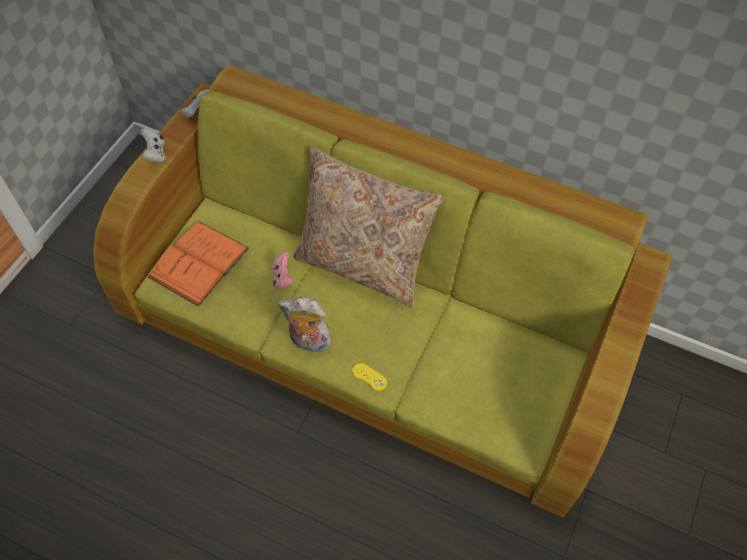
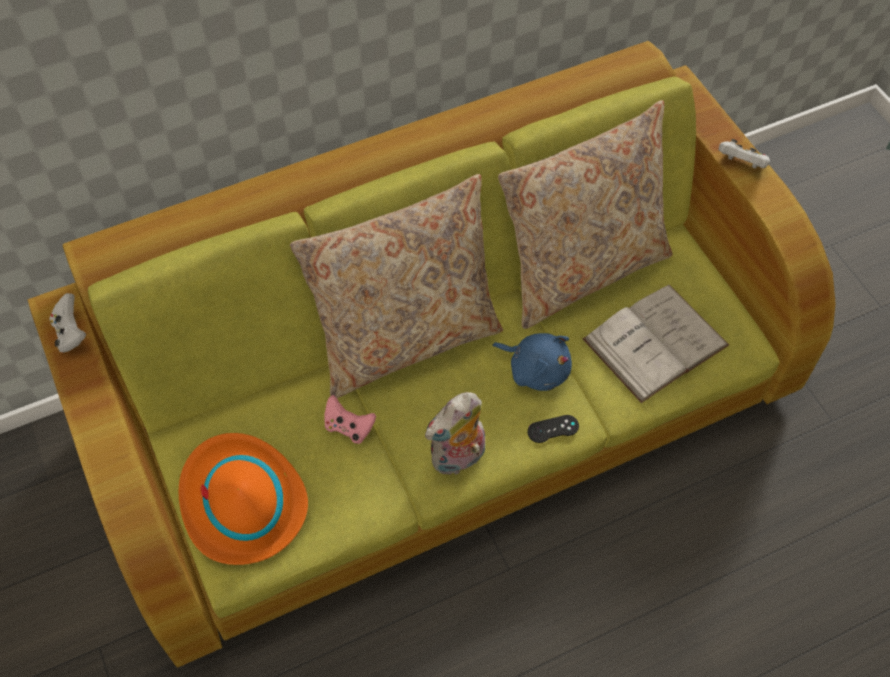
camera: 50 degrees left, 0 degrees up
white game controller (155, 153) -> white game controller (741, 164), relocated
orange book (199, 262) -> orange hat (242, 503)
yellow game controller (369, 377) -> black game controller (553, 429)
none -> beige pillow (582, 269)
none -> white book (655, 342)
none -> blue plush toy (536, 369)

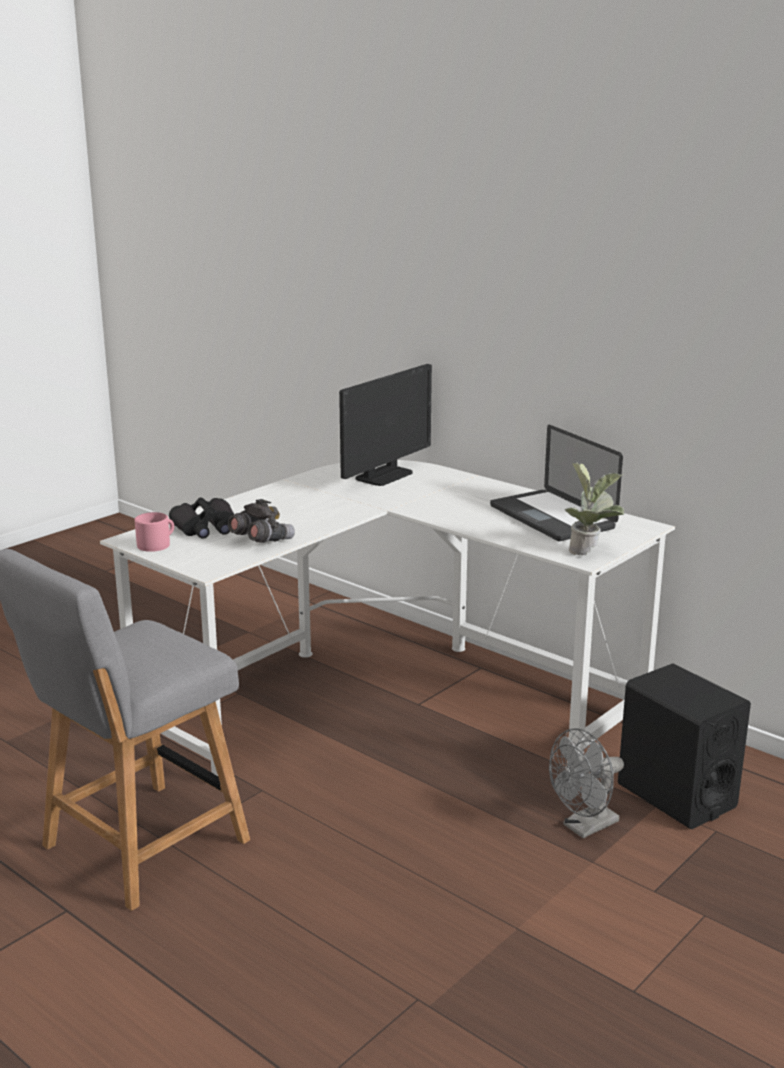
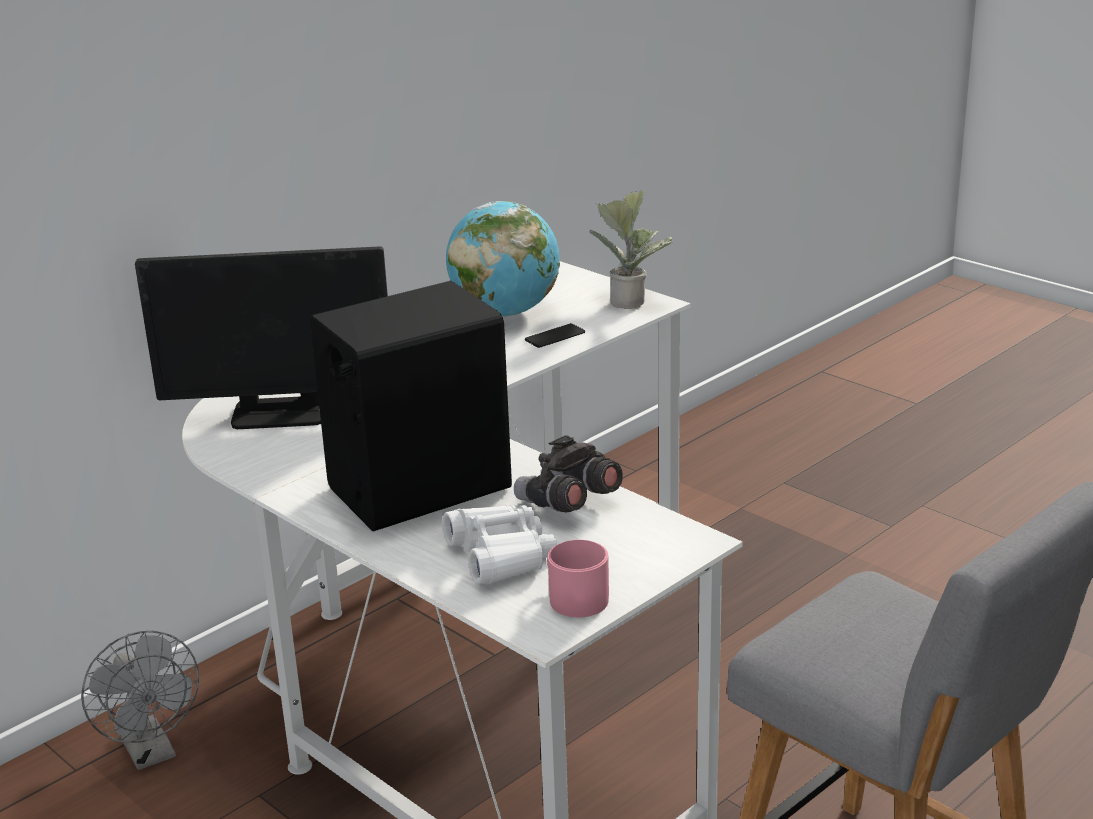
camera: 85 degrees left, 5 degrees up
monitor (384, 476) -> monitor (280, 413), 135 degrees clockwise
laptop (552, 517) -> globe (505, 312)
black binoculars (206, 528) -> white binoculars (501, 556)
black speaker (675, 795) -> black speaker (418, 489), relocated
grey fan (585, 827) -> grey fan (151, 753), relocated
none -> phone (555, 336)

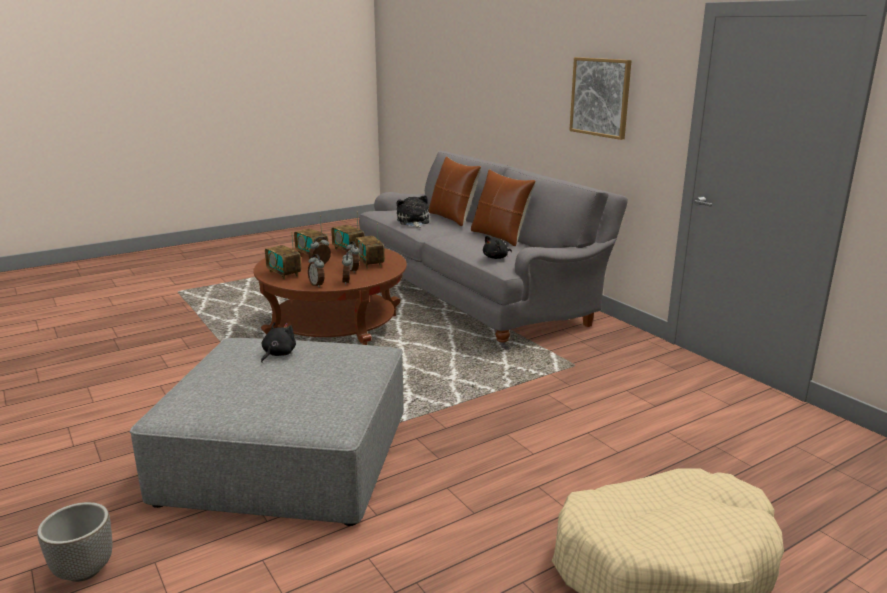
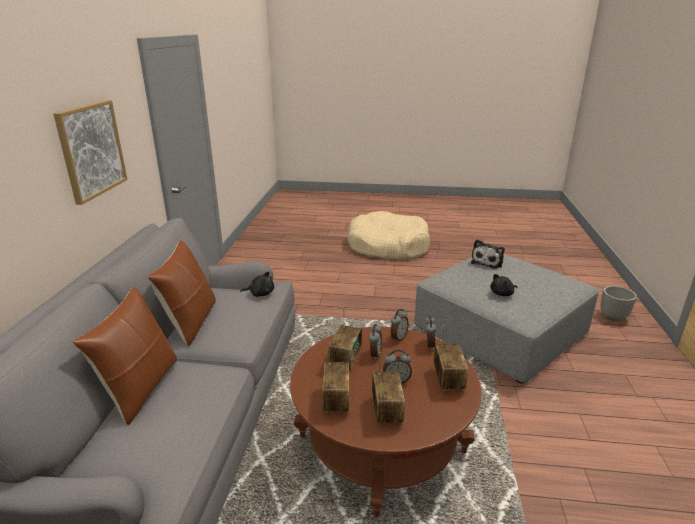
camera: 140 degrees left, 5 degrees up
plush toy (413, 222) -> plush toy (488, 262), relocated

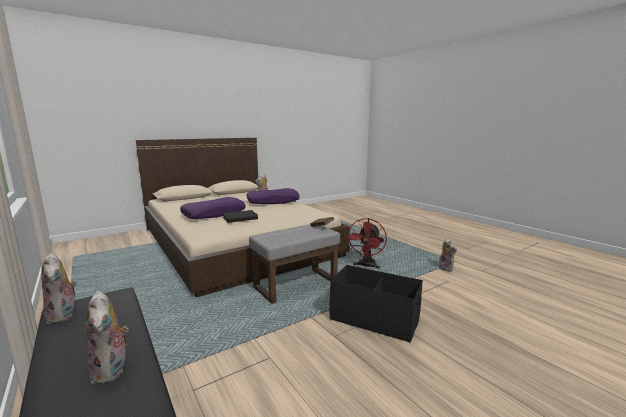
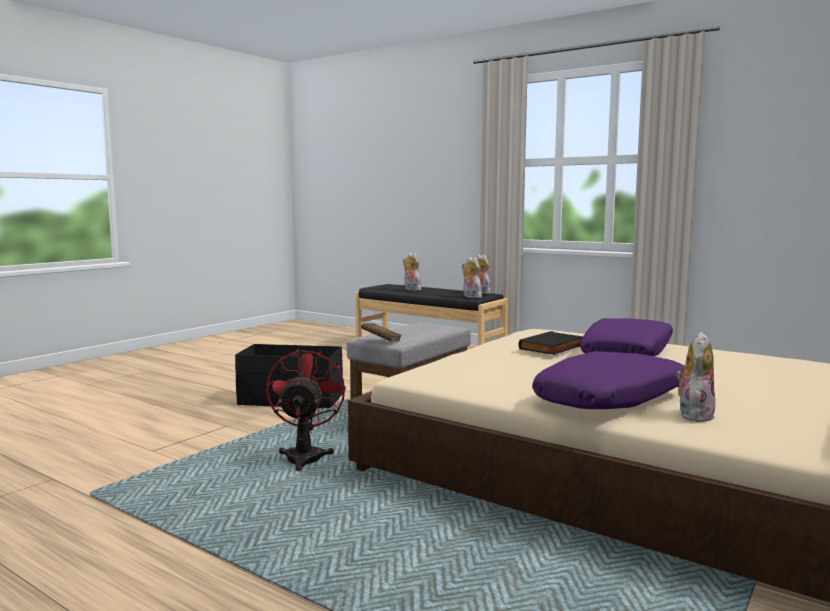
camera: 160 degrees right, 5 degrees down
plush toy (446, 268) -> plush toy (470, 297), relocated

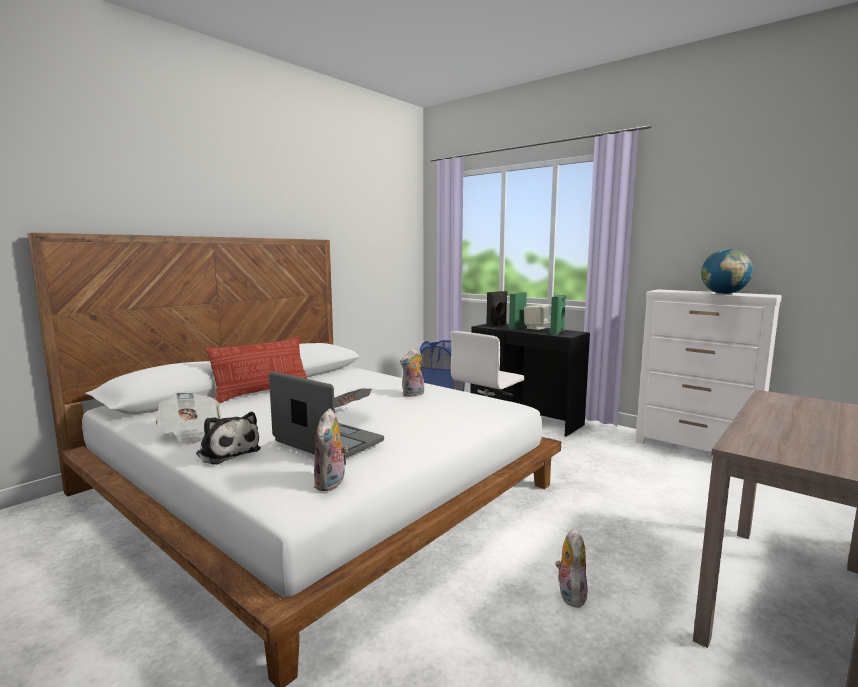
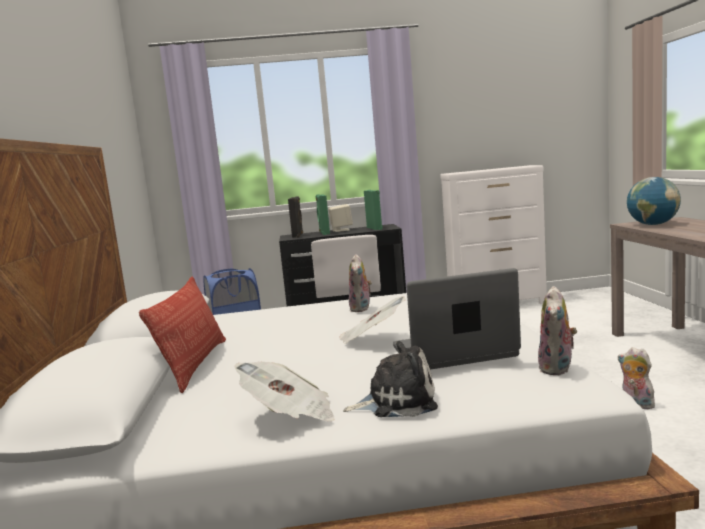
camera: 45 degrees left, 0 degrees up
globe (724, 293) -> globe (653, 224), relocated
plush toy (331, 483) -> plush toy (558, 369), 60 degrees clockwise

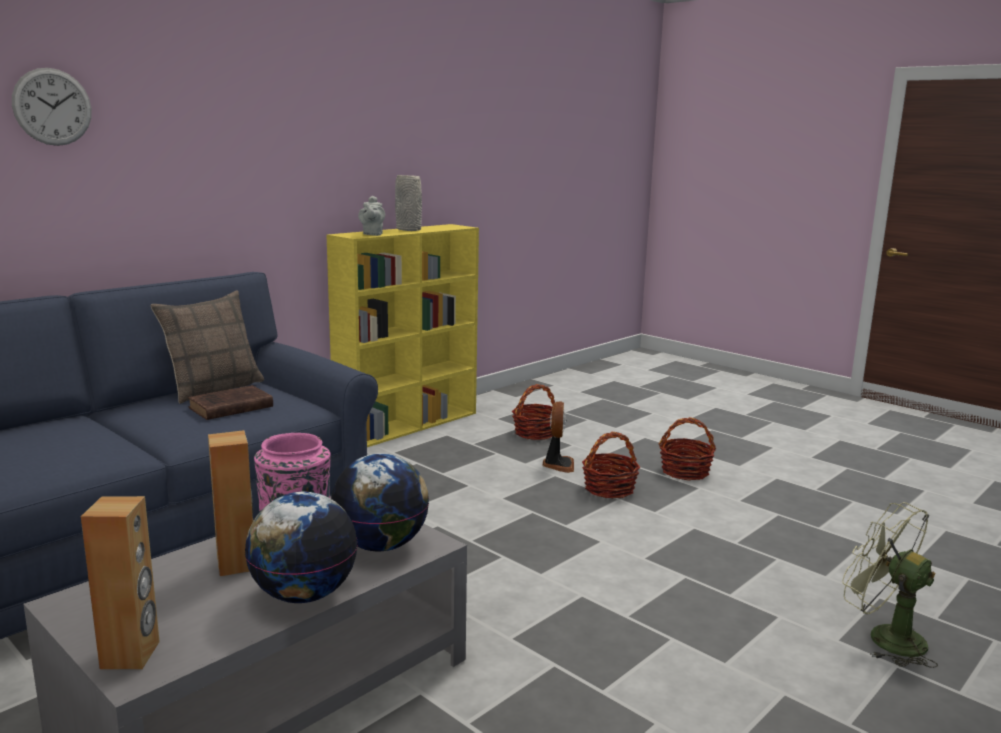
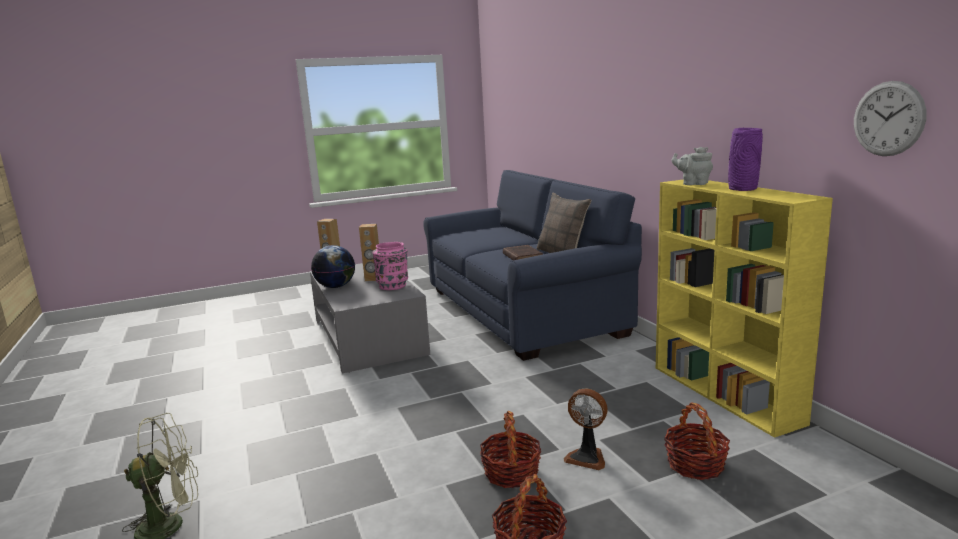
camera: 115 degrees right, 0 degrees up
wall clock (52, 107) -> wall clock (888, 119), relocated
grey vase (409, 230) -> purple vase (742, 189)
globe (381, 545) -> none

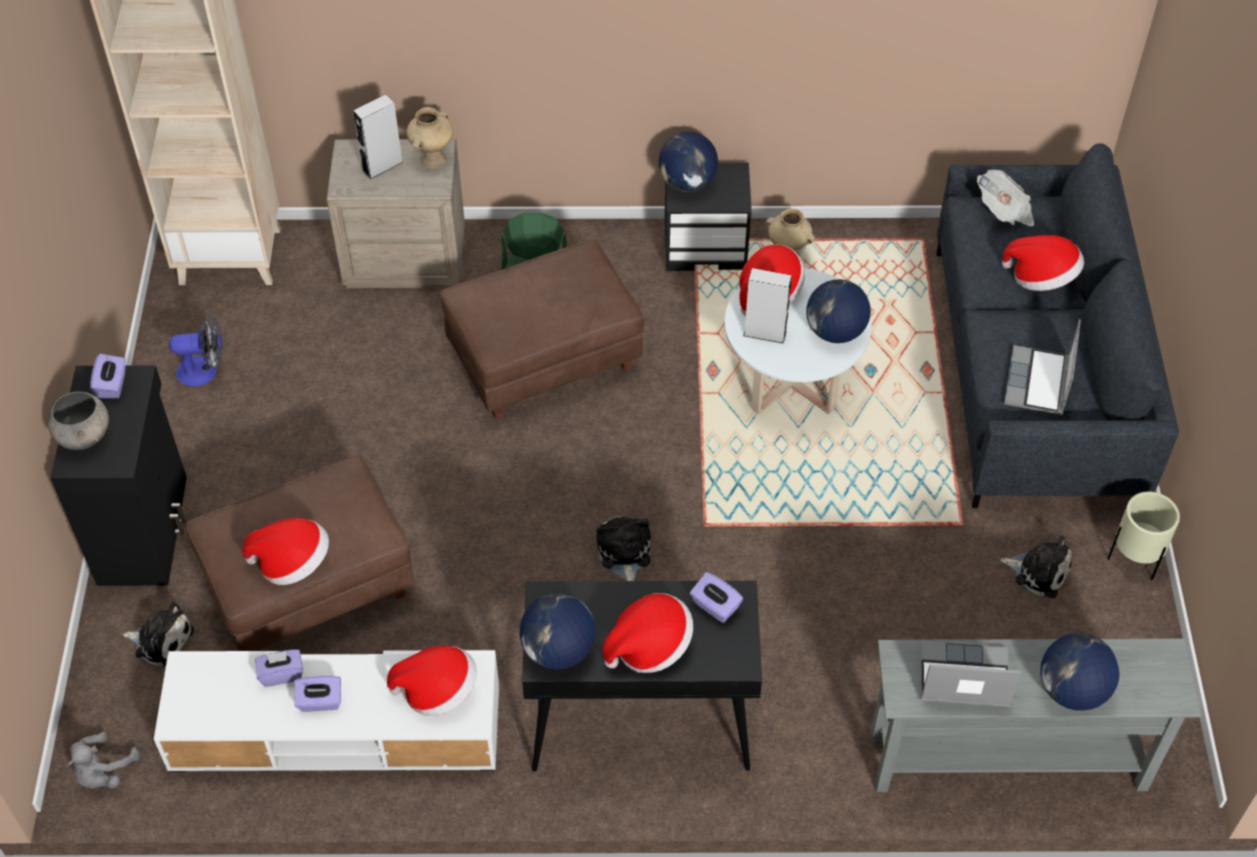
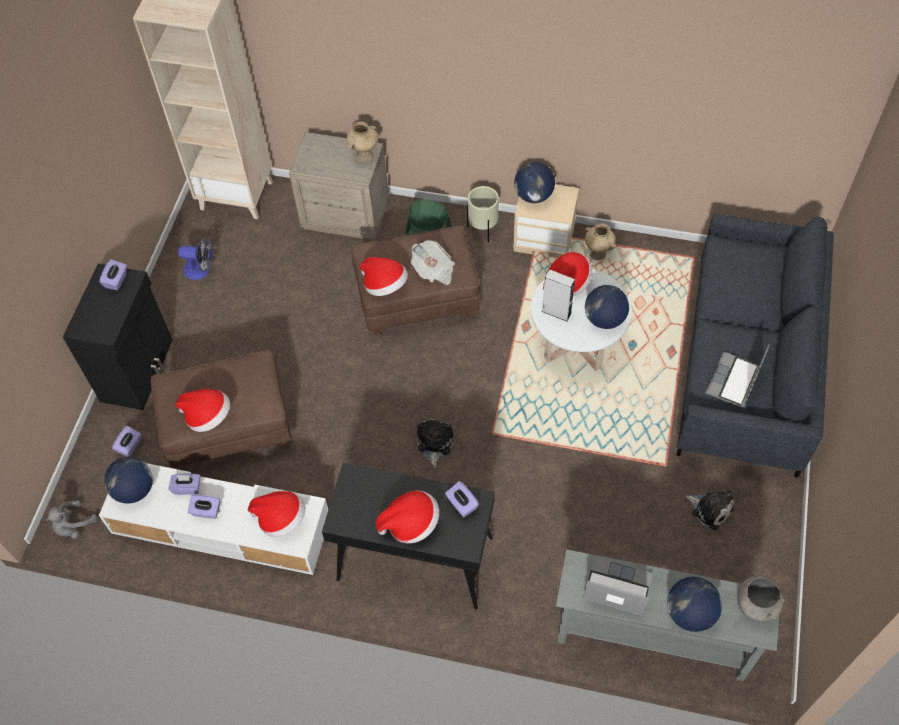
camera: 15 degrees right, 5 degrees up
grey speaker (382, 166) -> none
black nightstand (706, 245) -> beige nightstand (545, 238)
newspaper (1004, 211) -> newspaper (433, 270), relocated
hat (1041, 278) -> hat (385, 285), relocated
grey bowl (85, 436) -> grey bowl (755, 605), relocated
beige planter (1134, 560) -> beige planter (483, 230), relocated
globe (558, 650) -> globe (134, 490), relocated
plush toy (161, 641) -> purple tissue box (130, 446)

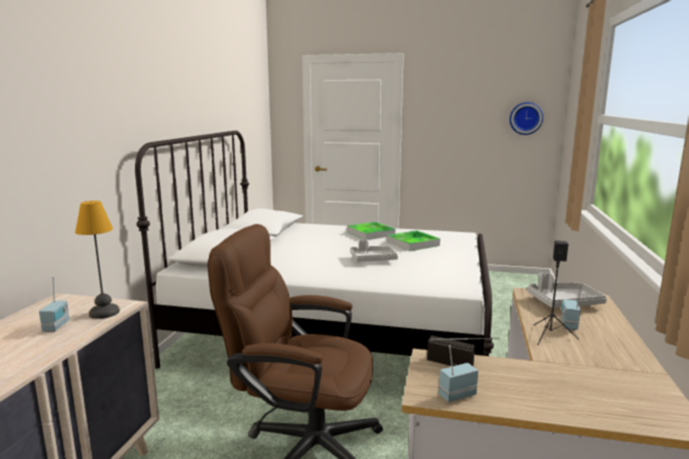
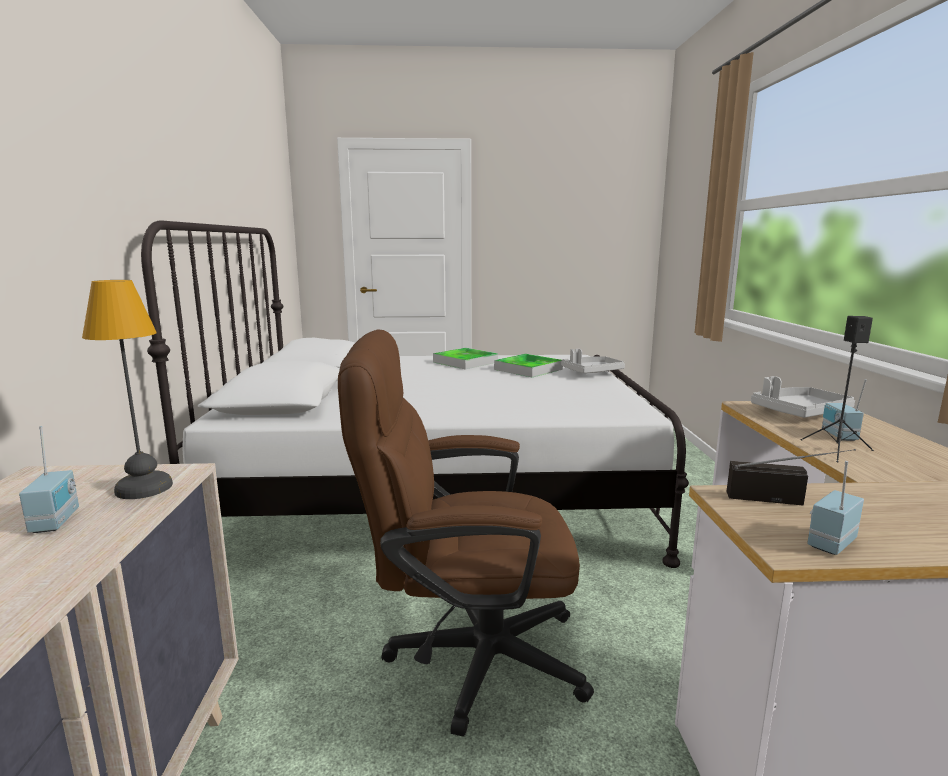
camera: 15 degrees left, 0 degrees up
wall clock (525, 118) -> none
grey tray (373, 259) -> grey tray (591, 372), relocated

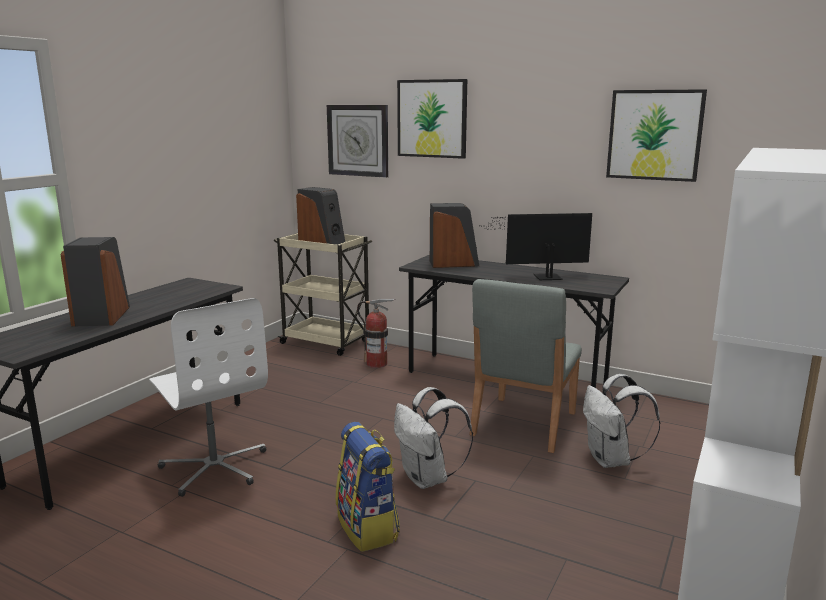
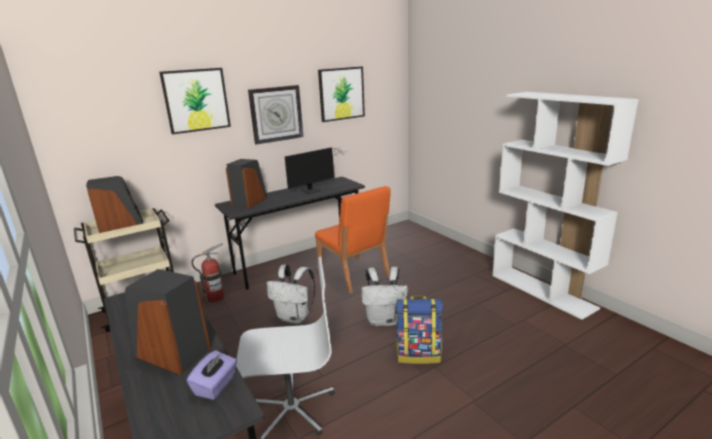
camera: 60 degrees left, 5 degrees up
wall clock (358, 140) -> wall clock (276, 114), relocated
monitor (543, 277) -> monitor (314, 190), 150 degrees counterclockwise
grey chair (523, 424) -> orange chair (354, 275)
white backpack (611, 460) -> white backpack (295, 317), relocated
none -> purple tissue box (216, 386)

